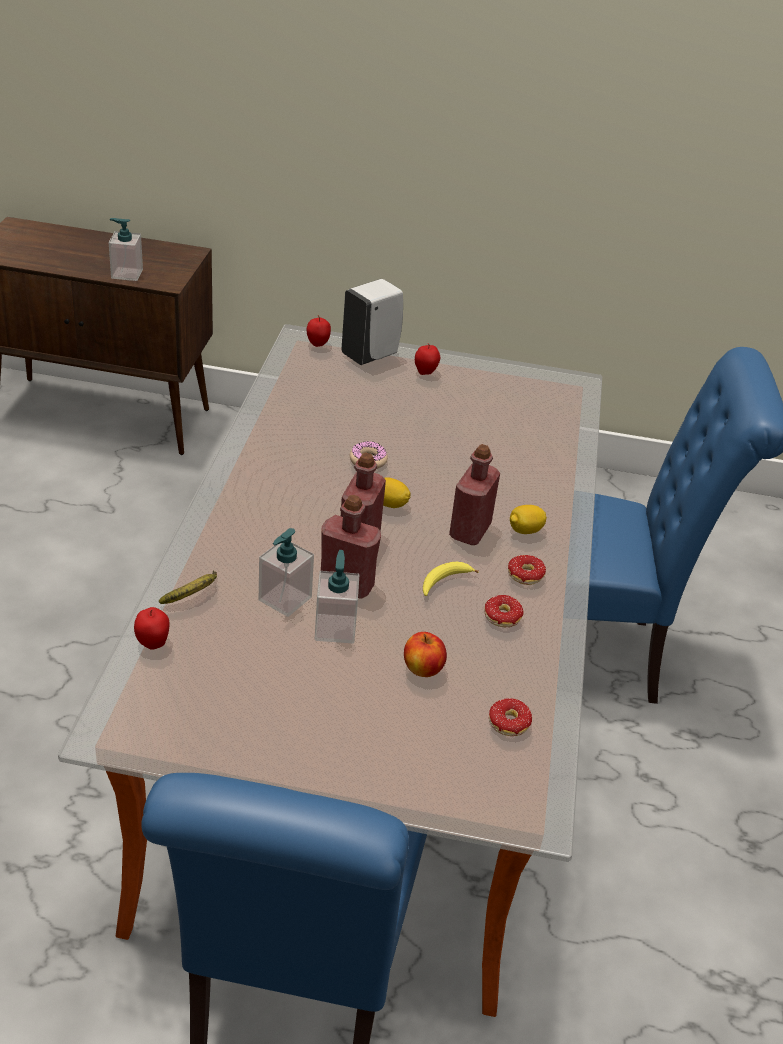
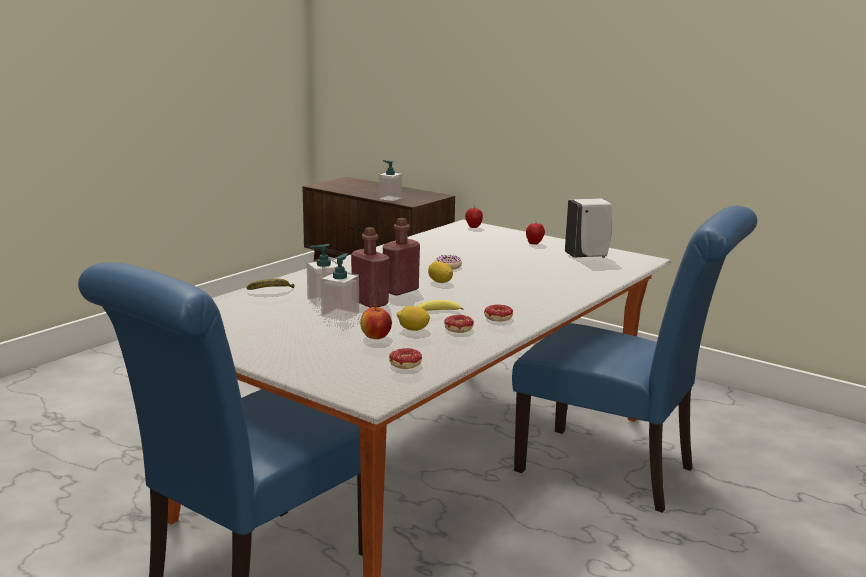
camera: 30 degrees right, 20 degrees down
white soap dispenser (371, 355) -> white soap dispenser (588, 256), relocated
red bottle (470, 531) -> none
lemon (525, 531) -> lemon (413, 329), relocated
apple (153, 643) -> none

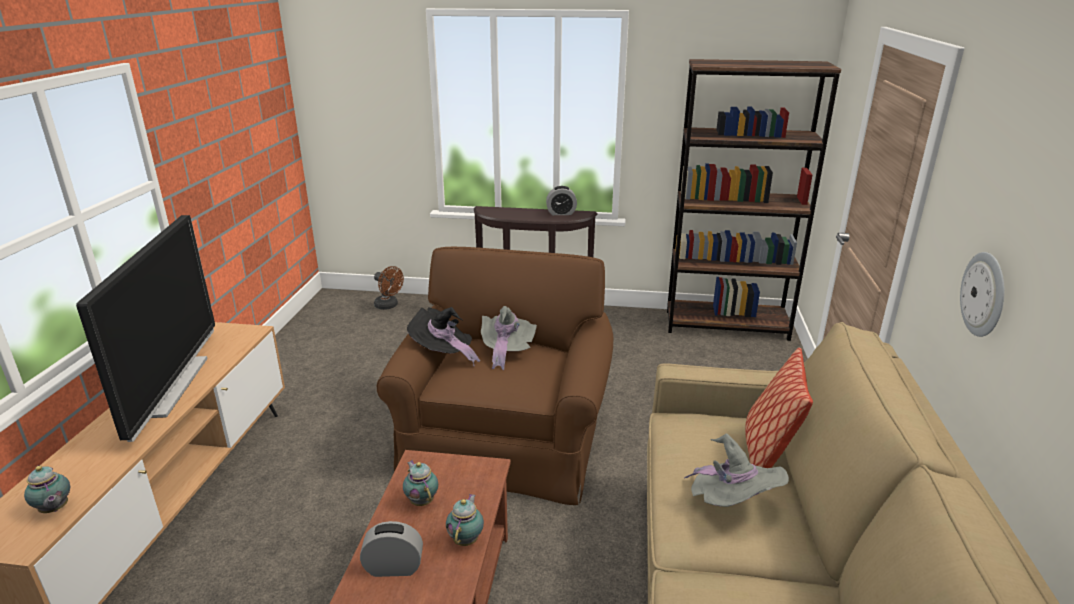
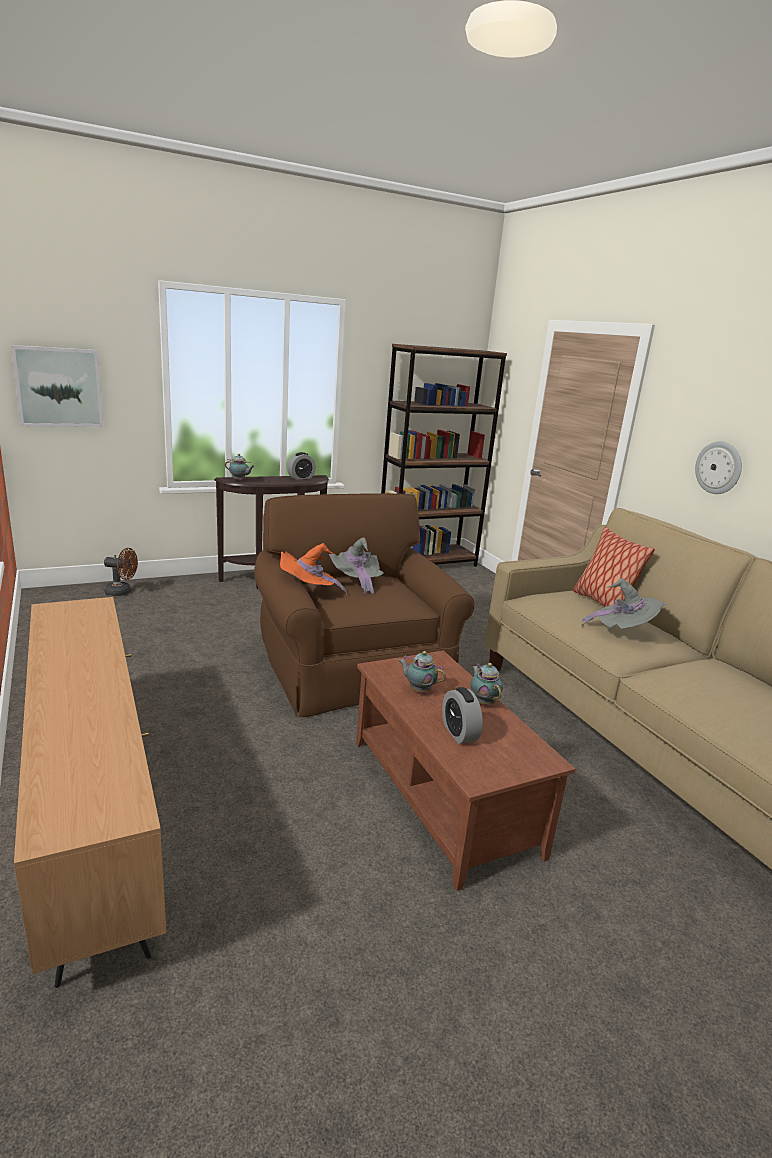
camera: 35 degrees left, 5 degrees down
television (171, 386) -> none
black hat (443, 354) -> orange hat (308, 592)
teapot (54, 510) -> teapot (239, 480), relocated
alarm clock (394, 568) -> alarm clock (459, 733), 75 degrees counterclockwise
none -> picture (59, 387)

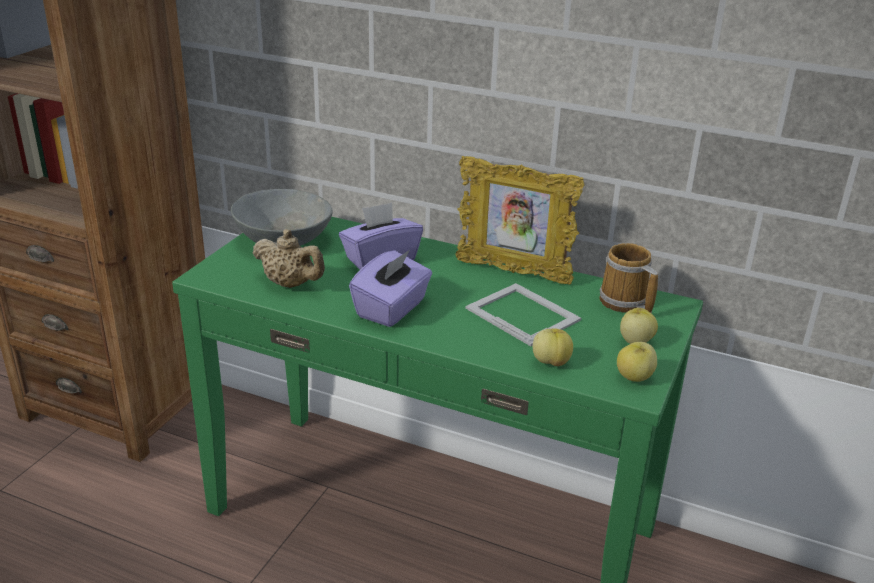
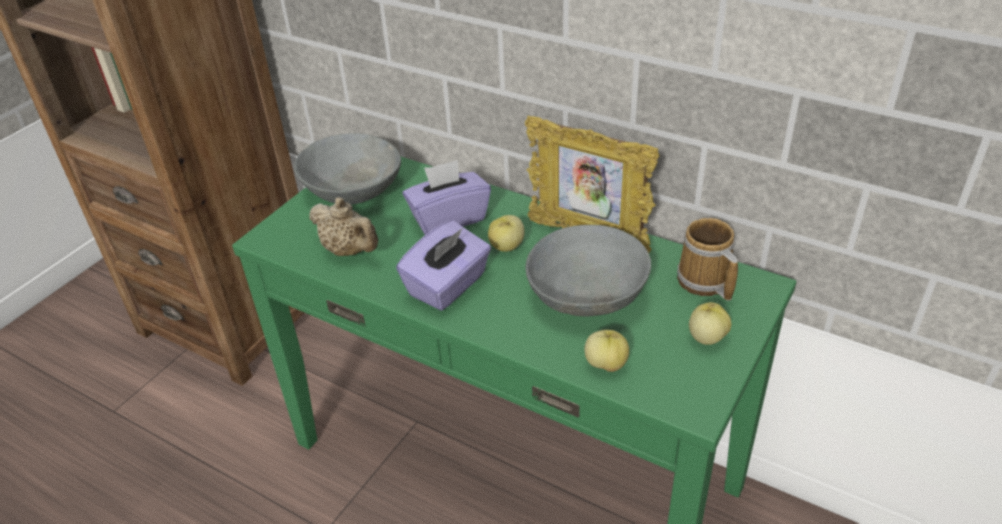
camera: 10 degrees right, 10 degrees up
picture frame (522, 313) -> grey bowl (587, 294)
apple (635, 377) -> apple (507, 247), relocated

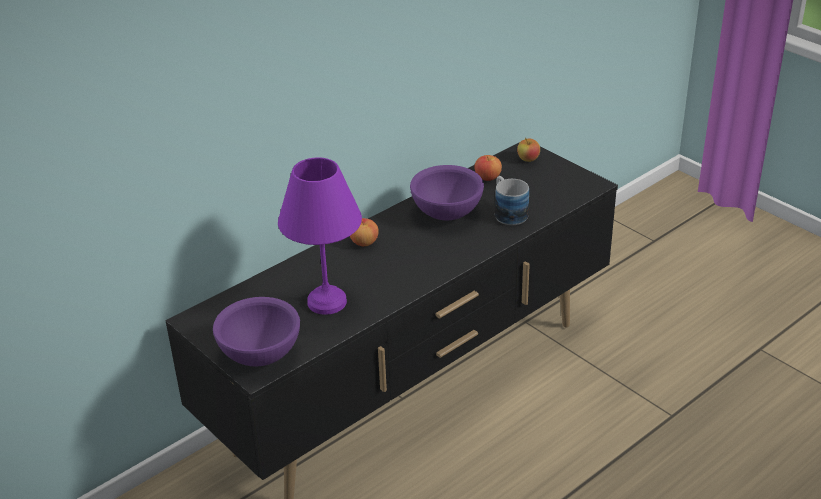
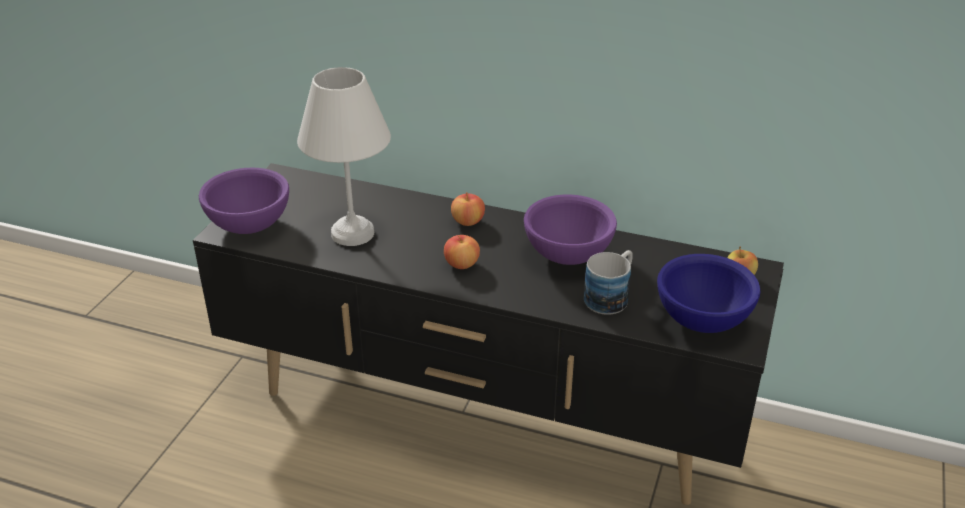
camera: 60 degrees right, 0 degrees up
apple (487, 177) -> apple (462, 264), relocated
purple table lamp (325, 302) -> white table lamp (351, 232)
none -> blue bowl (703, 320)

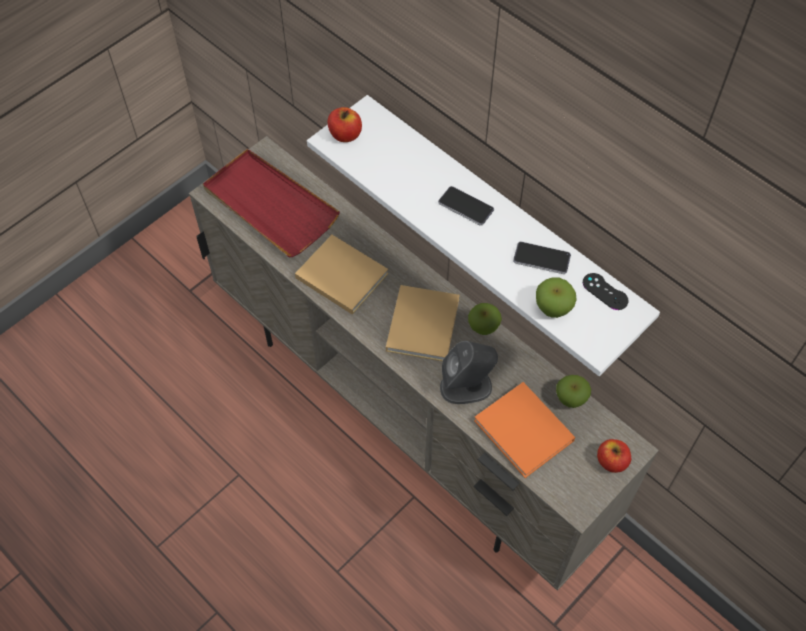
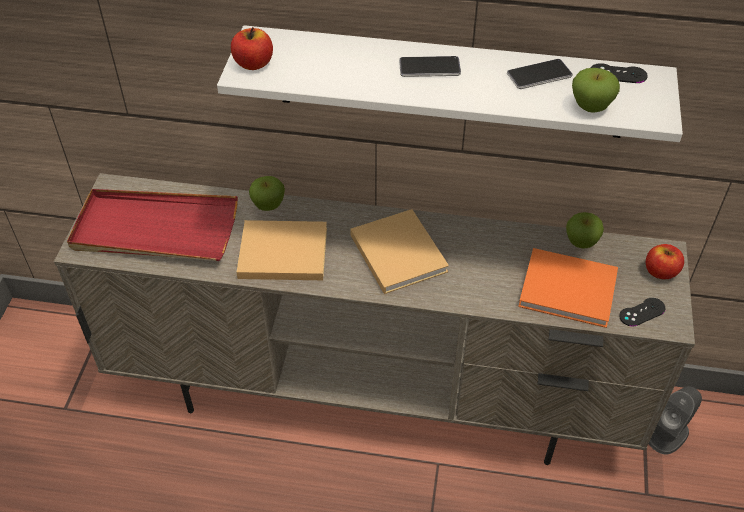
camera: 35 degrees left, 10 degrees down
apple (483, 327) -> apple (268, 205), relocated
grey speaker (466, 387) -> grey speaker (668, 434), relocated
none -> black game controller (642, 312)

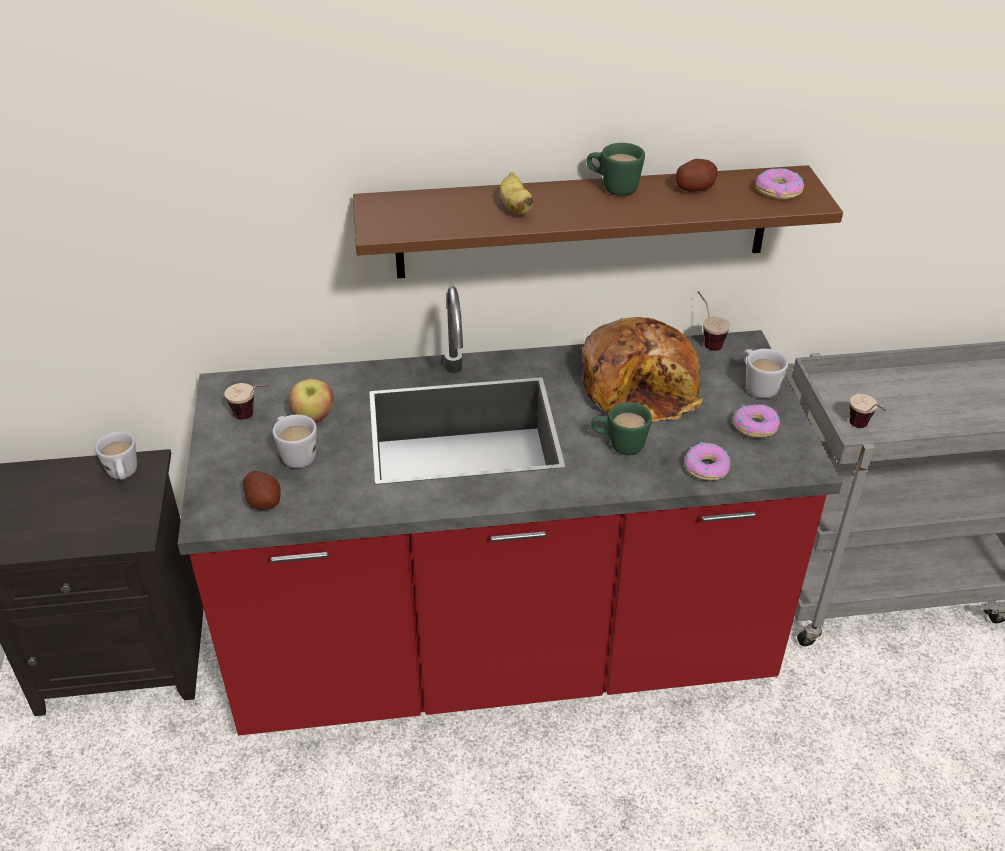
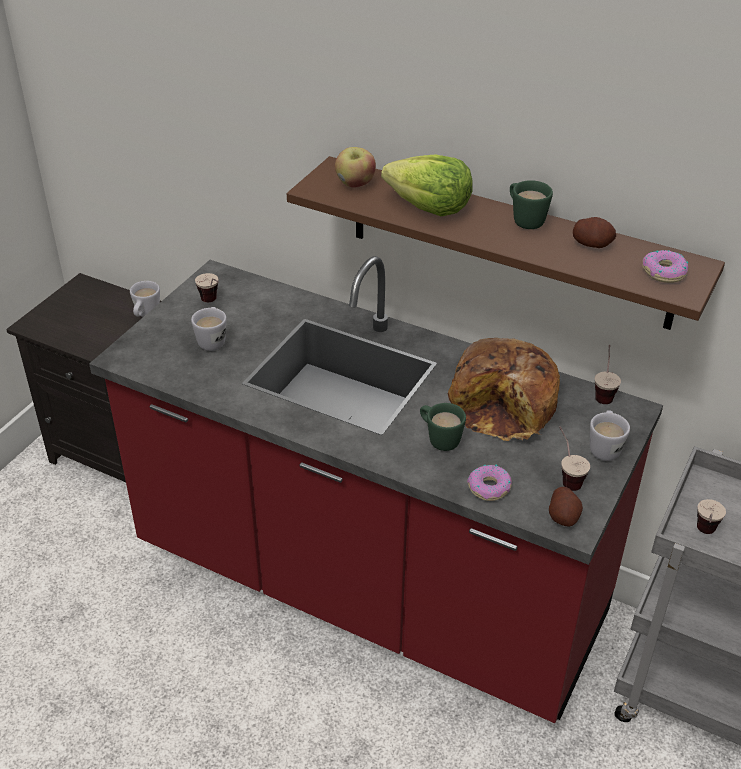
camera: 35 degrees right, 0 degrees up
banana (515, 207) -> lettuce (429, 207)
apple (313, 417) -> apple (355, 184), relocated
donut (755, 426) -> cup (566, 476)
potato (264, 501) -> potato (563, 516), relocated

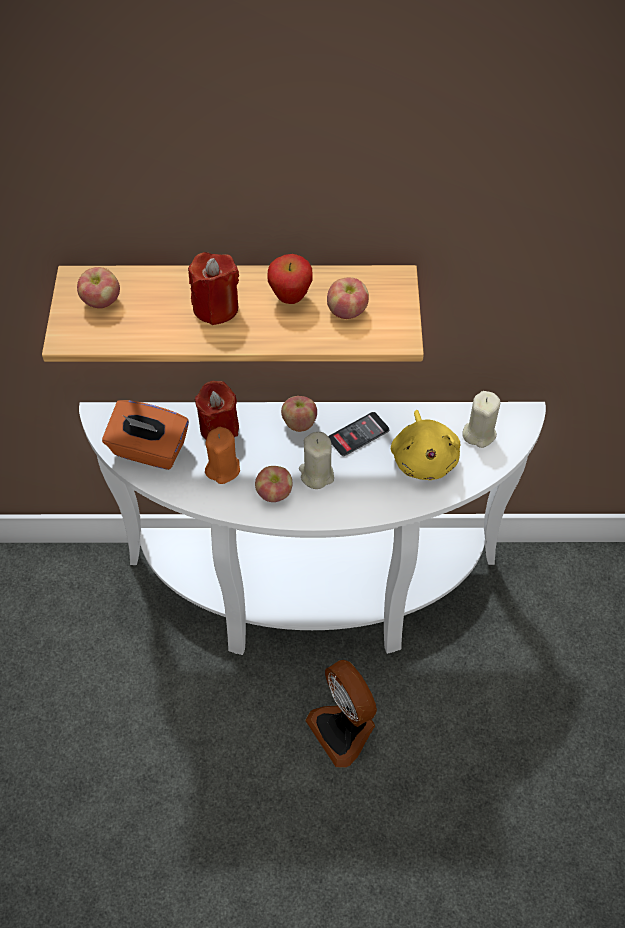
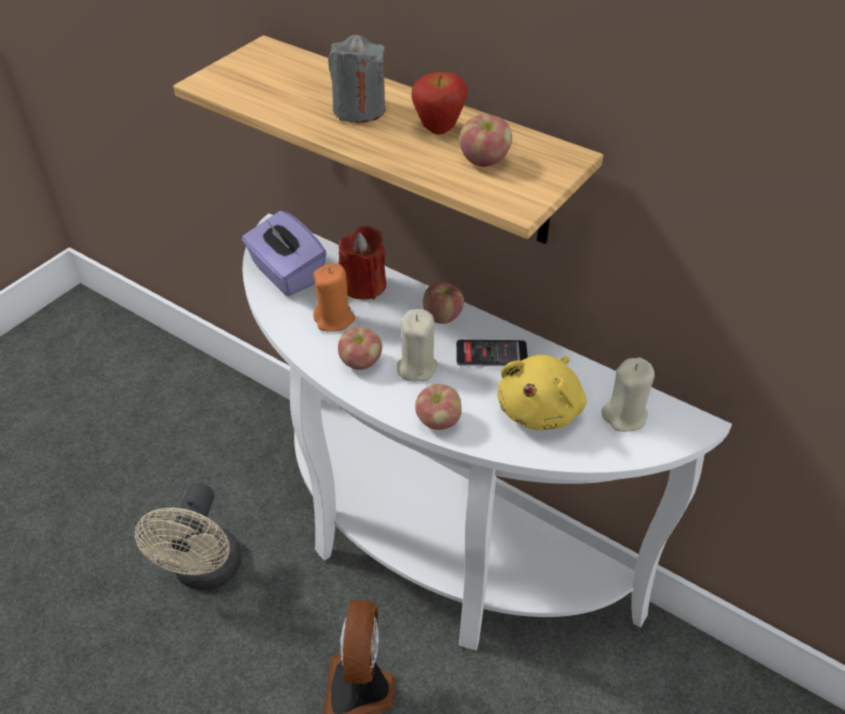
camera: 35 degrees right, 10 degrees down
red candle (216, 307) -> grey candle (359, 110)
apple (101, 301) -> apple (438, 421), relocated
orange tissue box (149, 450) -> purple tissue box (286, 273)
none -> beige fan (205, 573)

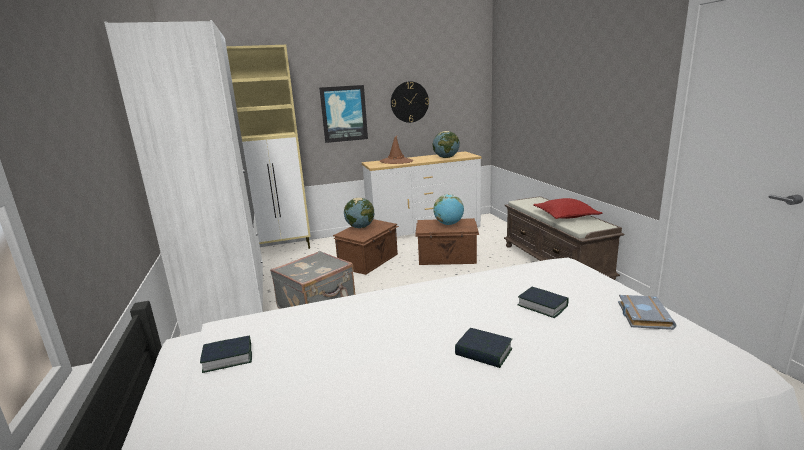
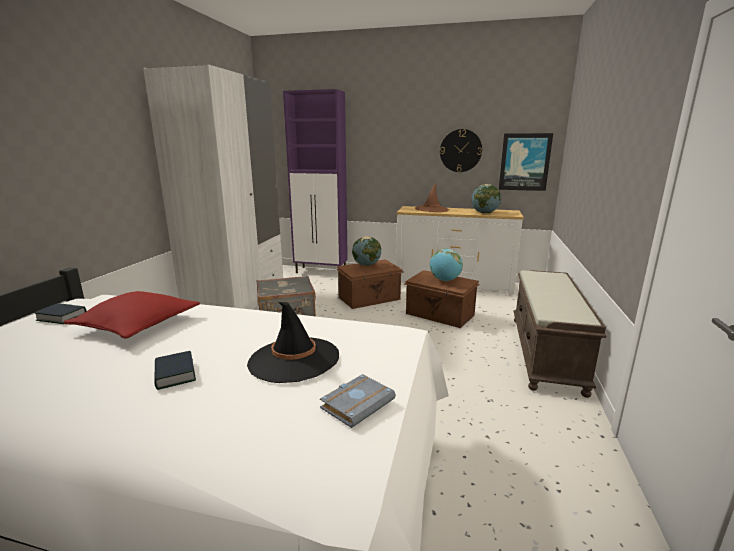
camera: 30 degrees right, 0 degrees up
beige cabinet (283, 248) -> purple cabinet (321, 272)
picture (344, 113) -> picture (524, 162), relocated
red pillow (565, 216) -> red pillow (138, 324), relocated
book (542, 306) -> black hat (294, 359)

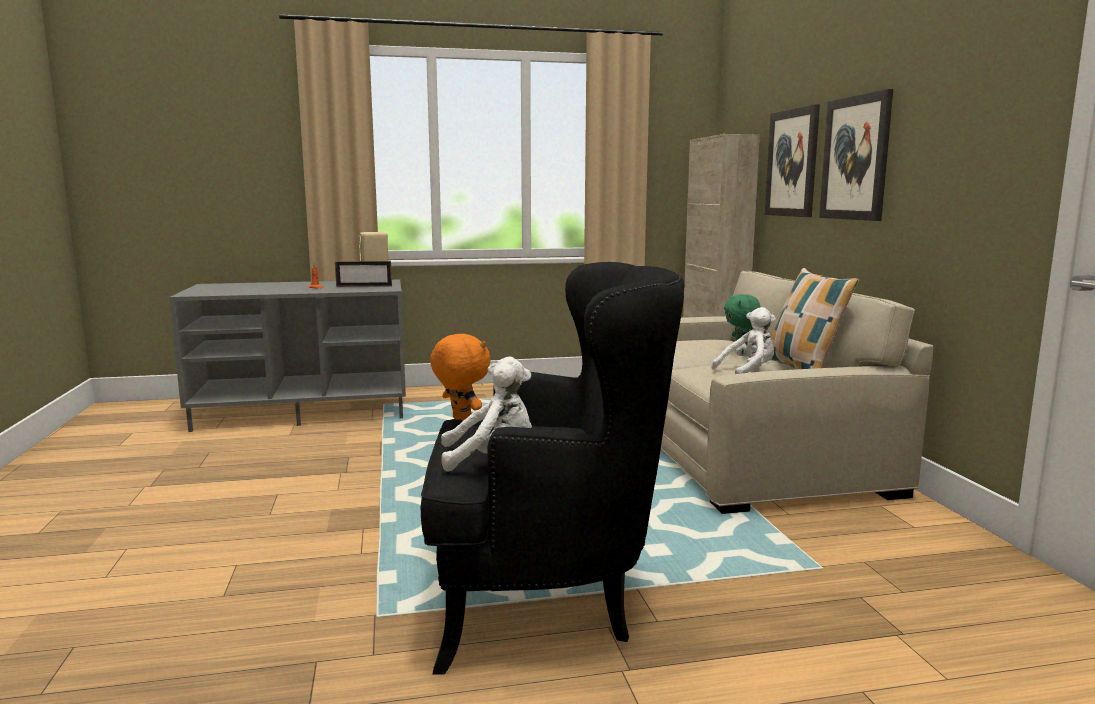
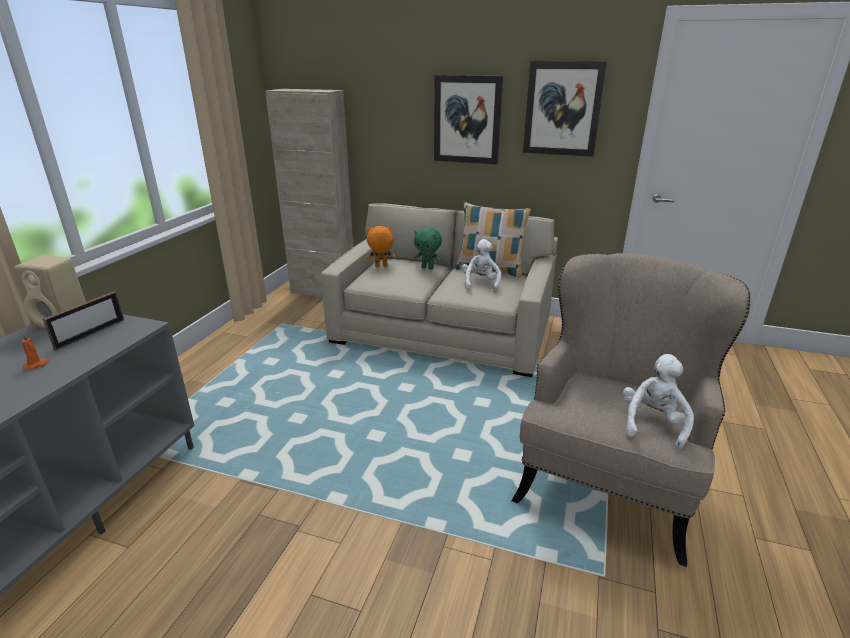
camera: 60 degrees left, 15 degrees up
picture (792, 163) -> picture (562, 109), relocated
black armchair (547, 598) -> beige armchair (606, 483)
orange plush toy (461, 421) -> orange plush toy (381, 266), relocated

